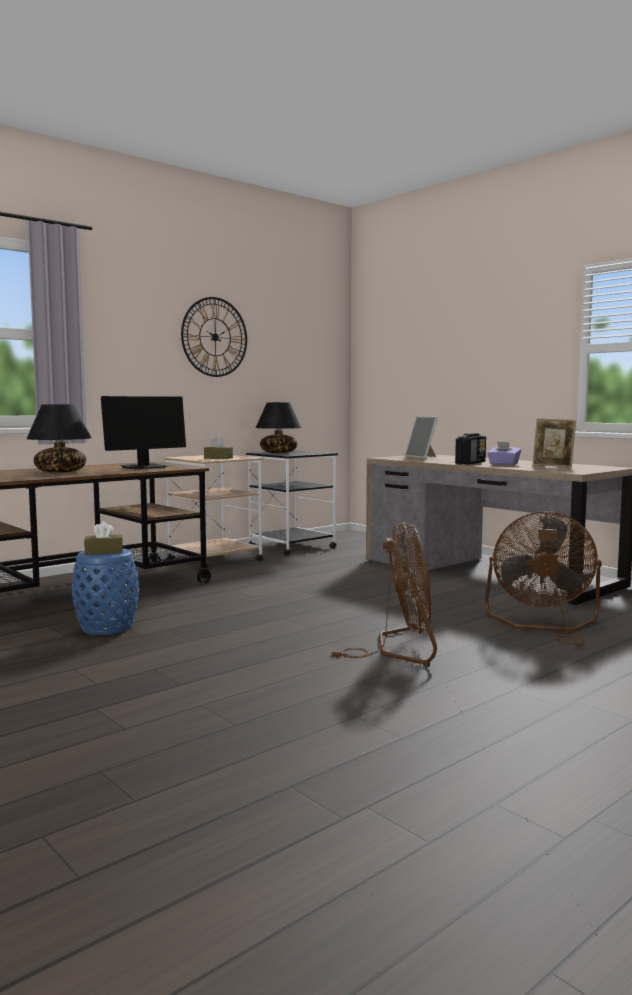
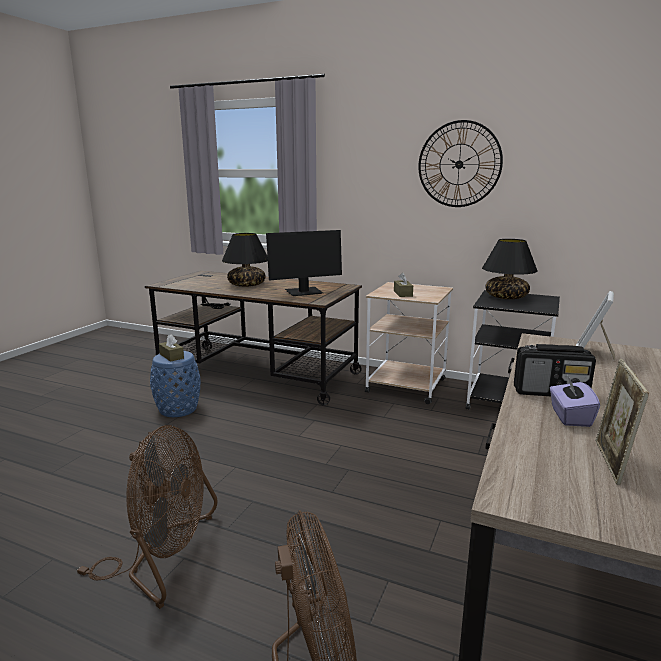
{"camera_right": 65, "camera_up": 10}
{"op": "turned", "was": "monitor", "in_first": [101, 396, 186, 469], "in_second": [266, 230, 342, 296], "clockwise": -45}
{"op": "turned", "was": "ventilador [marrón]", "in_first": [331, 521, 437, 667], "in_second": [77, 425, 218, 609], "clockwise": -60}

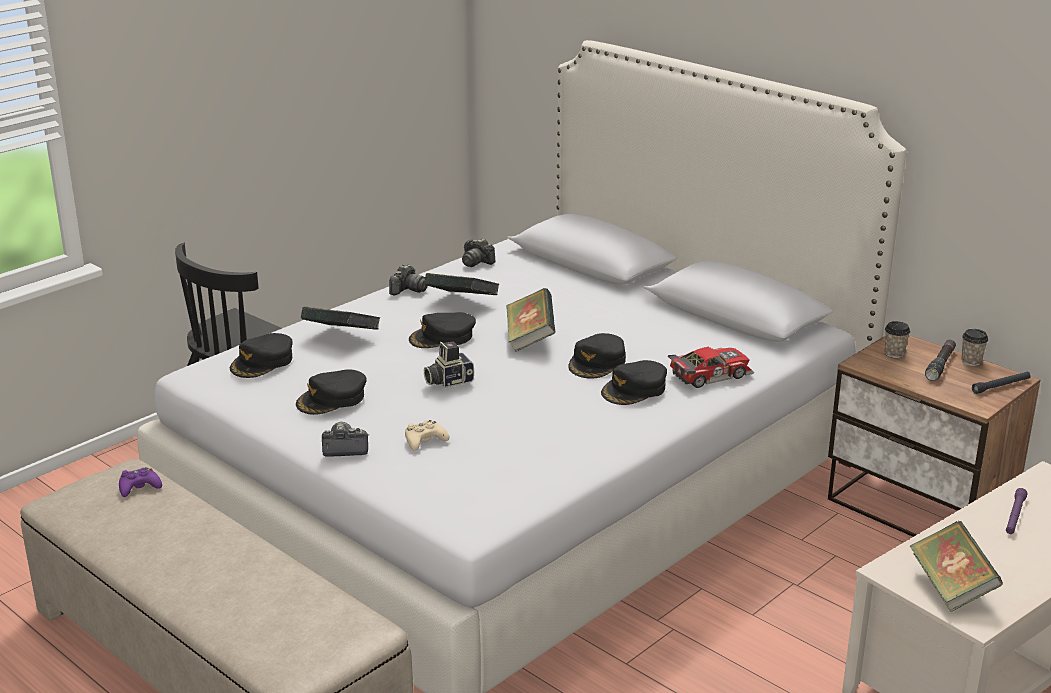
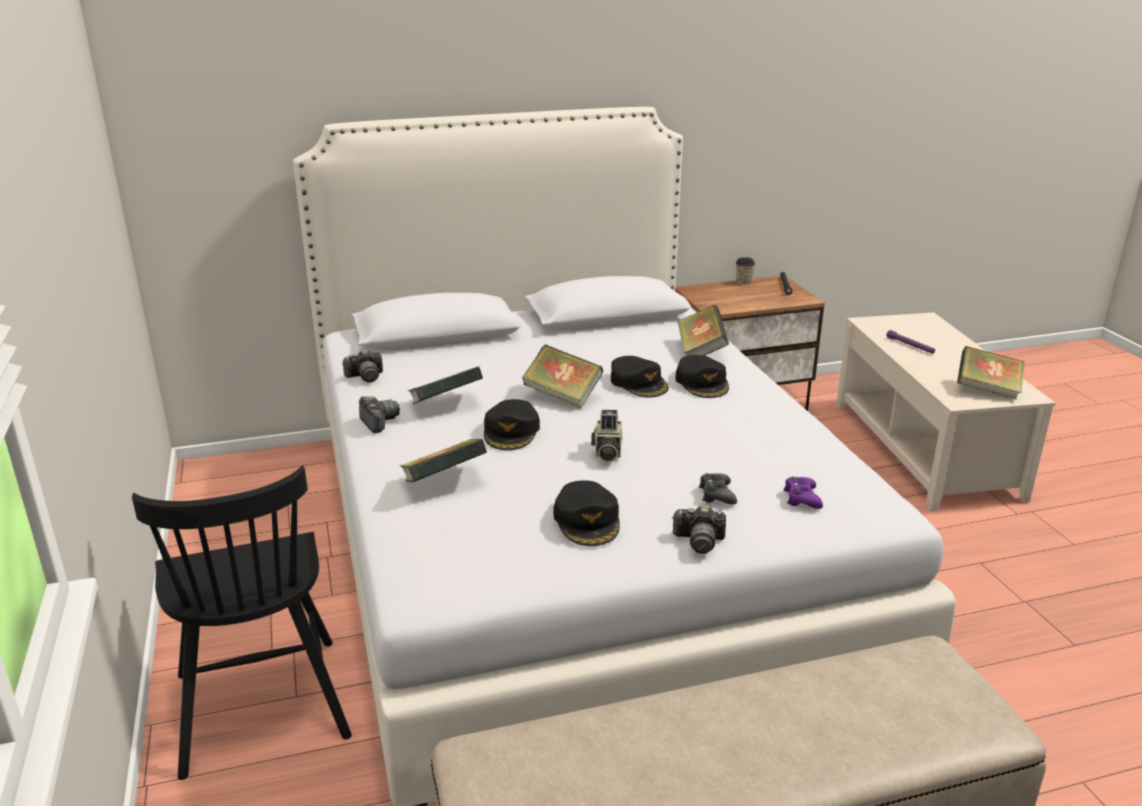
{"camera_right": -60, "camera_up": 0}
{"op": "removed", "was": "gorra [negro]", "in_first": [230, 333, 293, 378]}
{"op": "removed", "was": "taza", "in_first": [885, 321, 910, 358]}
{"op": "removed", "was": "linterna [negro]", "in_first": [925, 339, 956, 381]}
{"op": "moved", "was": "mando de consola [morado]", "in_first": [119, 467, 162, 497], "in_second": [783, 477, 823, 509]}
{"op": "replaced", "was": "coche de juguete", "now": "libro", "in_first": [668, 347, 754, 388], "in_second": [677, 305, 729, 356]}
{"op": "recoloured", "was": "mando de consola [beis]", "now": "mando de consola [negro]", "in_first": [405, 420, 450, 451], "in_second": [699, 473, 737, 505]}
{"op": "turned", "was": "cámara", "in_first": [322, 422, 369, 457], "in_second": [673, 505, 726, 554], "clockwise": -105}

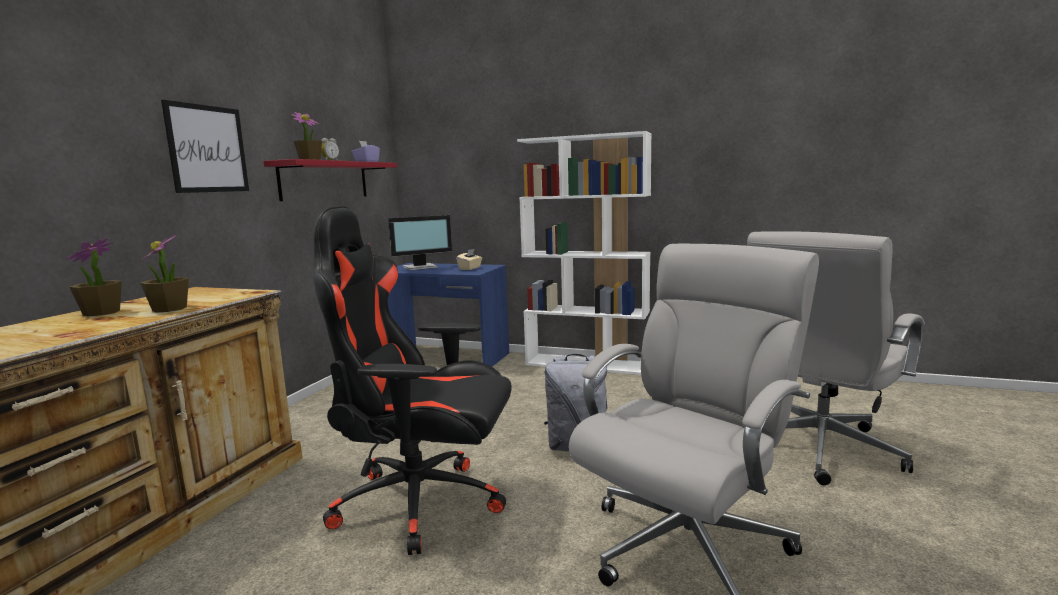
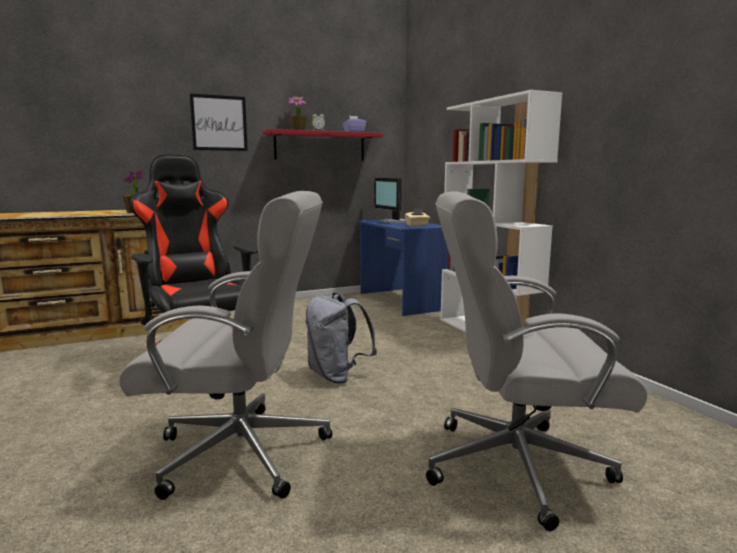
{"camera_right": 45, "camera_up": 0}
{"op": "removed", "was": "planta en maceta", "in_first": [66, 238, 122, 317]}
{"op": "turned", "was": "monitor", "in_first": [388, 215, 452, 270], "in_second": [374, 178, 406, 223], "clockwise": 45}

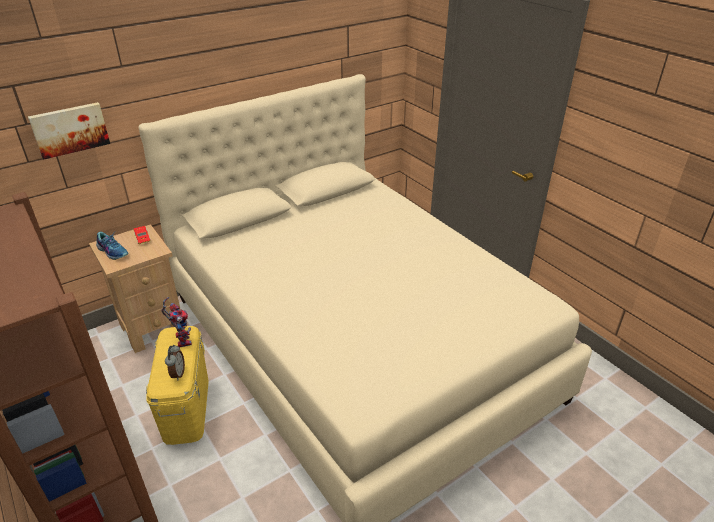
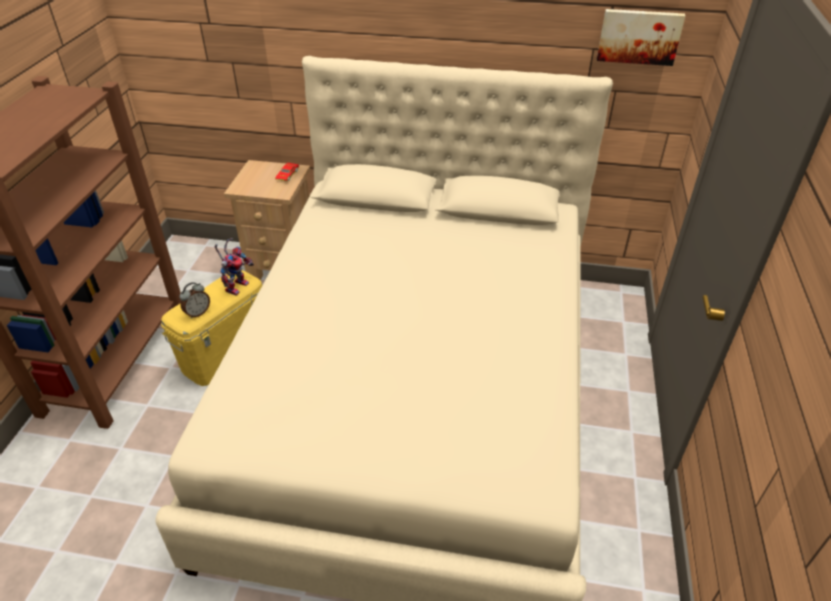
{"camera_right": 45, "camera_up": 5}
{"op": "removed", "was": "zapato", "in_first": [96, 231, 129, 260]}
{"op": "moved", "was": "cuadro", "in_first": [28, 102, 110, 160], "in_second": [597, 9, 685, 66]}

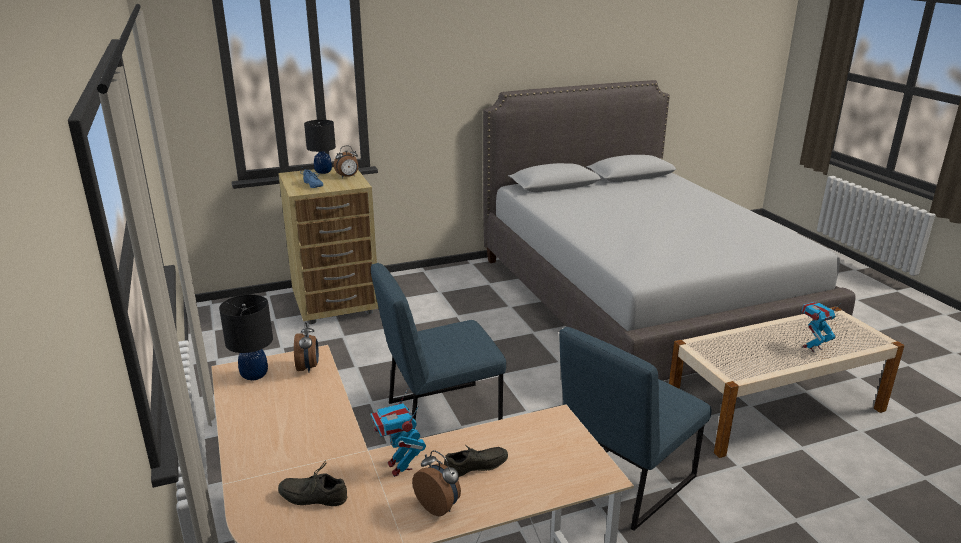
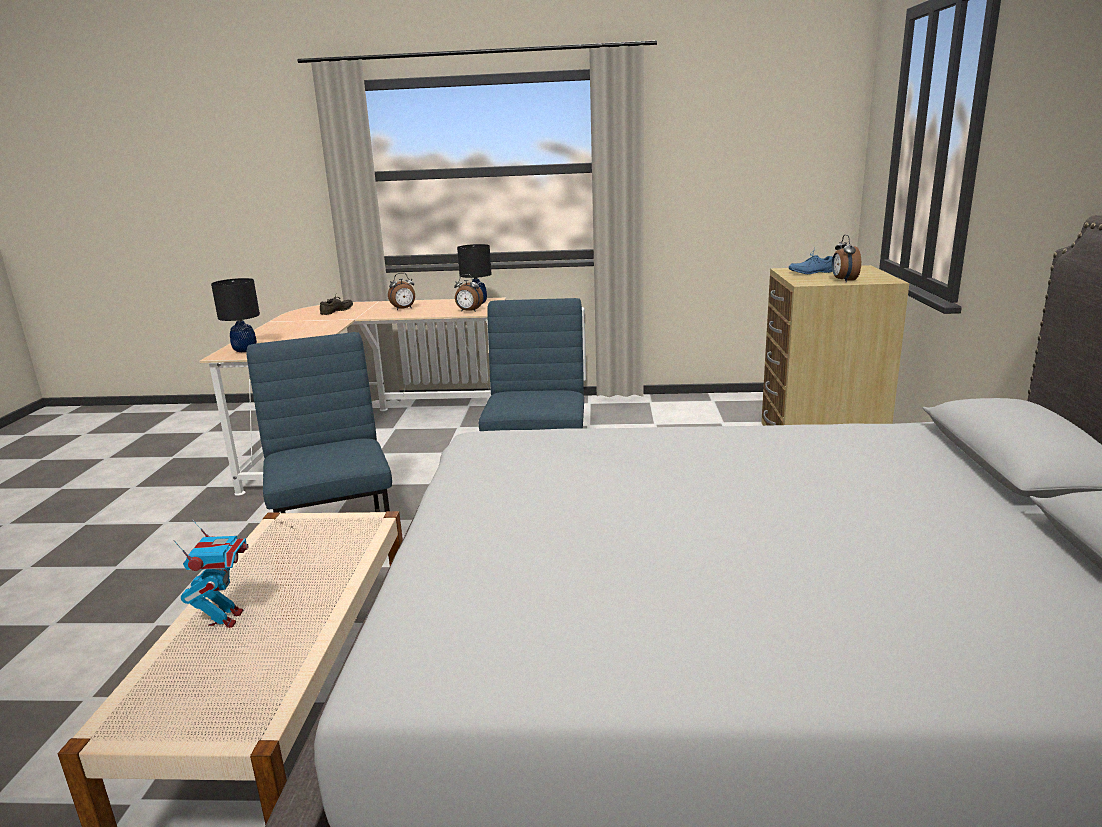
{"camera_right": 115, "camera_up": -5}
{"op": "removed", "was": "robot de juguete", "in_first": [371, 388, 426, 477]}
{"op": "removed", "was": "zapato [gris]", "in_first": [444, 444, 508, 477]}
{"op": "moved", "was": "lámpara de mesa [negro]", "in_first": [304, 120, 336, 174], "in_second": [211, 278, 260, 352]}
{"op": "moved", "was": "despertador", "in_first": [412, 450, 461, 516], "in_second": [388, 273, 415, 310]}

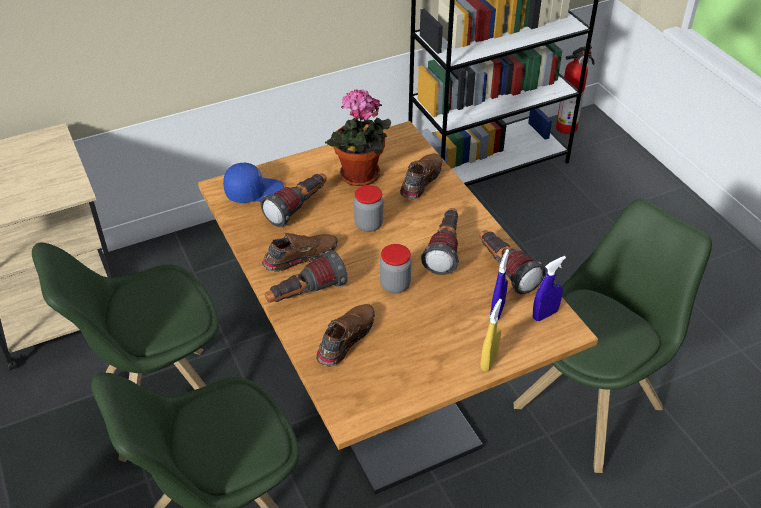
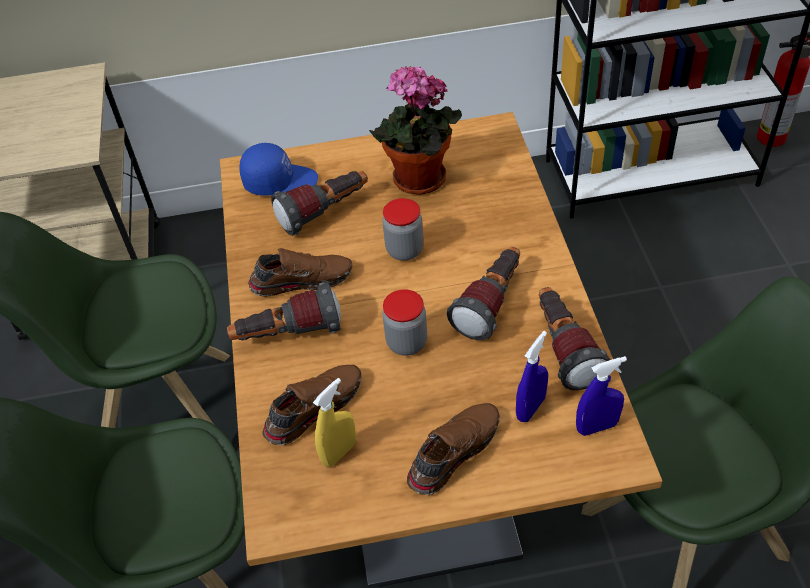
{"camera_right": 20, "camera_up": 5}
{"op": "moved", "was": "zapato [marrón]", "in_first": [400, 153, 443, 199], "in_second": [407, 403, 500, 495]}
{"op": "moved", "was": "pulverizador [amarillo]", "in_first": [480, 299, 502, 372], "in_second": [313, 378, 356, 467]}

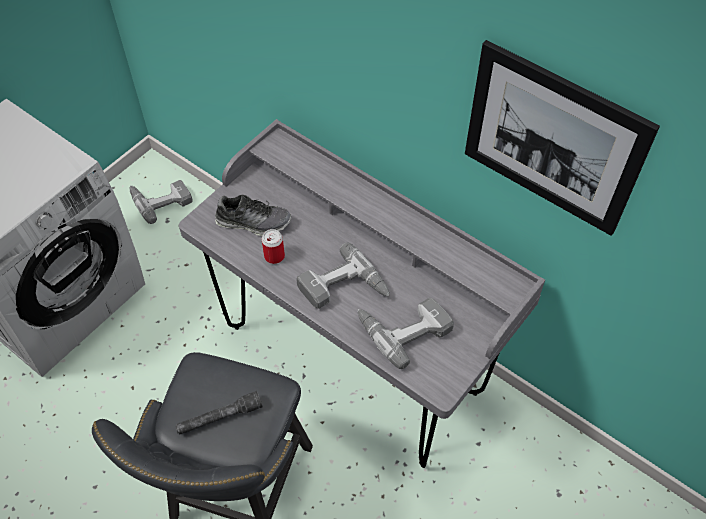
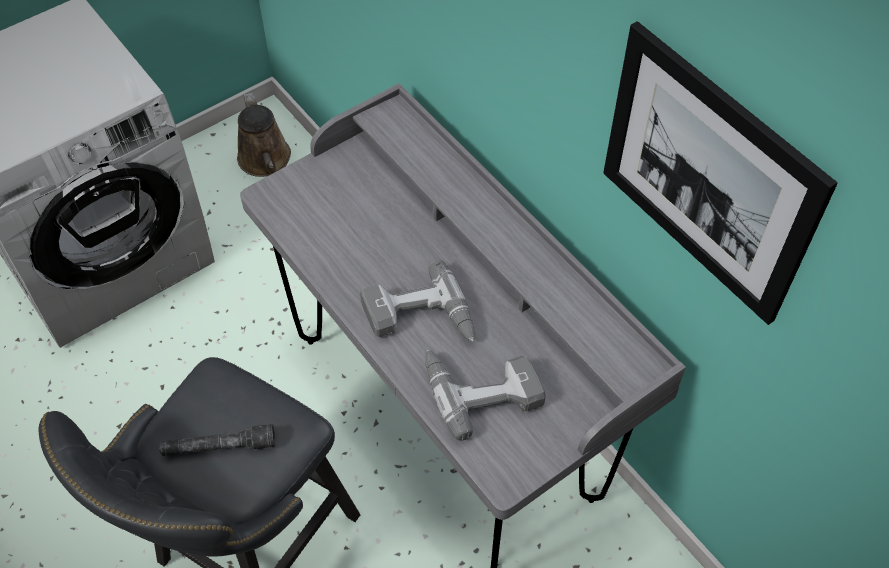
{"camera_right": 15, "camera_up": 0}
{"op": "removed", "was": "zapato", "in_first": [215, 195, 291, 236]}
{"op": "removed", "was": "lata", "in_first": [262, 229, 285, 264]}
{"op": "replaced", "was": "taladro", "now": "regadera [marrón]", "in_first": [130, 180, 193, 224], "in_second": [237, 92, 291, 177]}

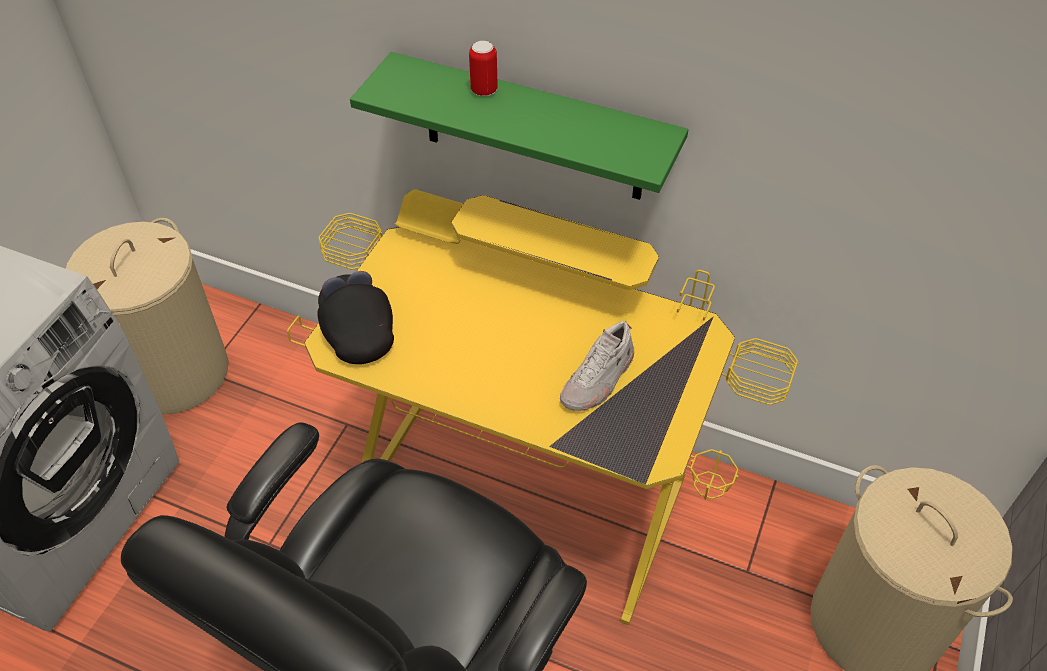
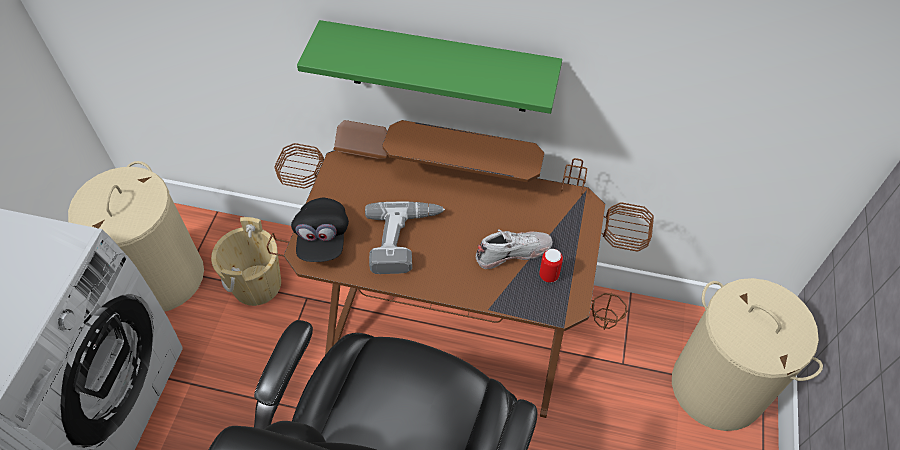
{"camera_right": -10, "camera_up": 5}
{"op": "added", "now": "cubo [beis]", "in_second": [211, 217, 281, 306]}
{"op": "added", "now": "taladro", "in_second": [365, 201, 445, 274]}
{"op": "moved", "was": "lata", "in_first": [469, 41, 498, 96], "in_second": [539, 249, 563, 283]}
{"op": "recoloured", "was": "escritorio [amarillo]", "now": "escritorio [marrón]", "in_first": [287, 189, 798, 625], "in_second": [267, 120, 654, 418]}
{"op": "turned", "was": "gorra [negro]", "in_first": [317, 271, 394, 364], "in_second": [291, 197, 349, 262], "clockwise": -150}
{"op": "turned", "was": "zapato [blanco]", "in_first": [560, 321, 634, 411], "in_second": [476, 229, 552, 269], "clockwise": -135}

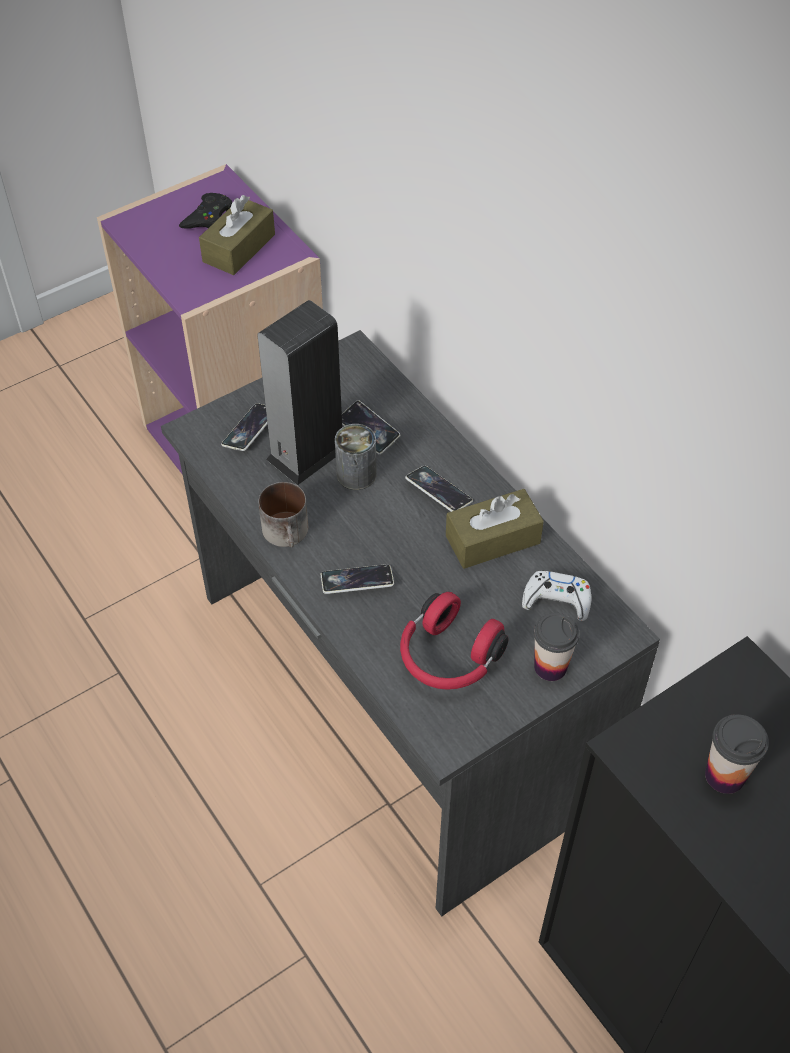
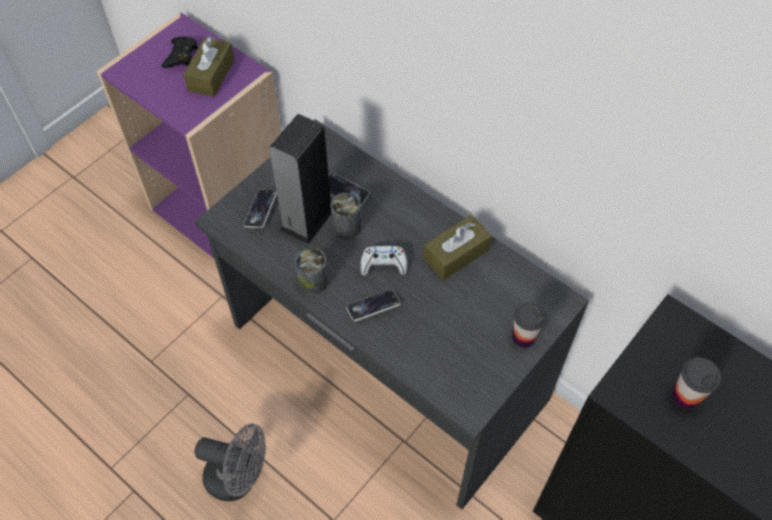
{"camera_right": -15, "camera_up": 5}
{"op": "removed", "was": "auriculares [rojo]", "in_first": [400, 592, 508, 690]}
{"op": "removed", "was": "móvil", "in_first": [405, 466, 473, 512]}
{"op": "added", "now": "ventilador [gris]", "in_second": [195, 424, 266, 501]}
{"op": "moved", "was": "mando de consola [blanco]", "in_first": [522, 570, 592, 621], "in_second": [361, 246, 407, 276]}
{"op": "replaced", "was": "taza grande", "now": "lata", "in_first": [258, 482, 308, 547], "in_second": [295, 248, 329, 295]}

